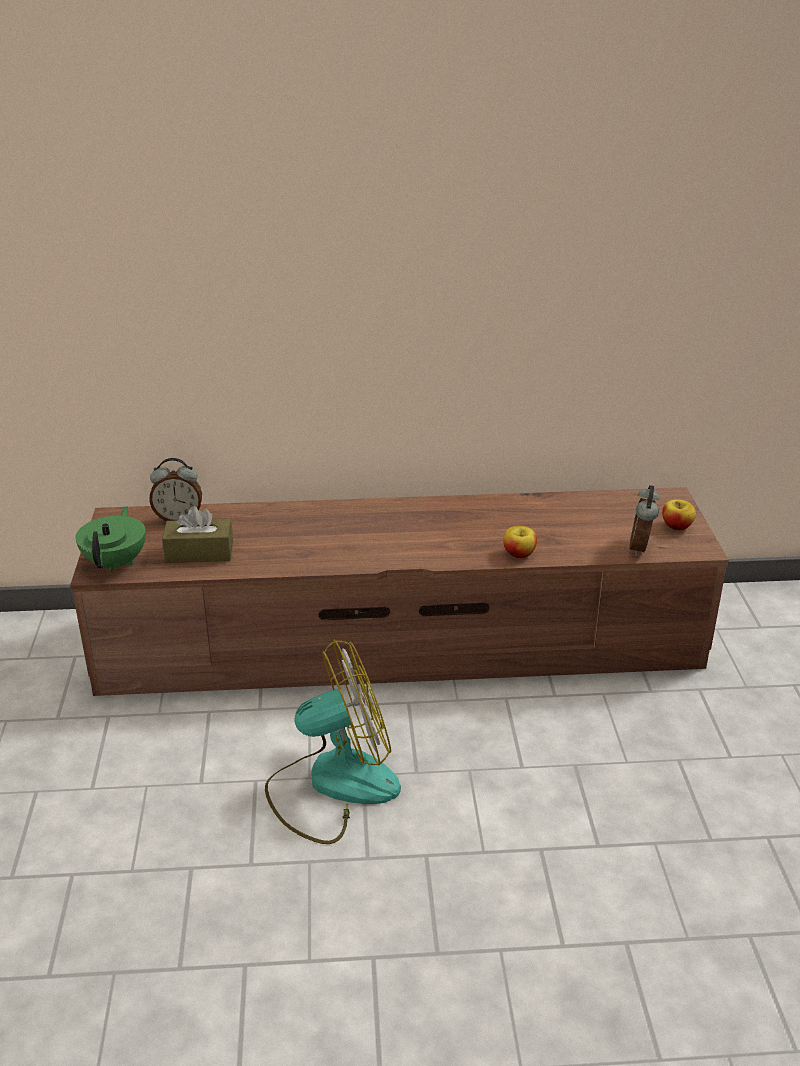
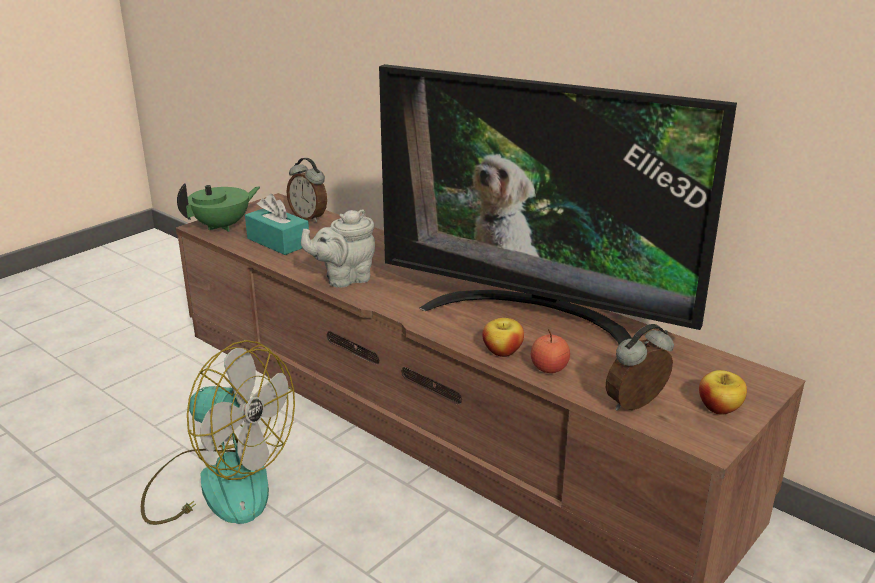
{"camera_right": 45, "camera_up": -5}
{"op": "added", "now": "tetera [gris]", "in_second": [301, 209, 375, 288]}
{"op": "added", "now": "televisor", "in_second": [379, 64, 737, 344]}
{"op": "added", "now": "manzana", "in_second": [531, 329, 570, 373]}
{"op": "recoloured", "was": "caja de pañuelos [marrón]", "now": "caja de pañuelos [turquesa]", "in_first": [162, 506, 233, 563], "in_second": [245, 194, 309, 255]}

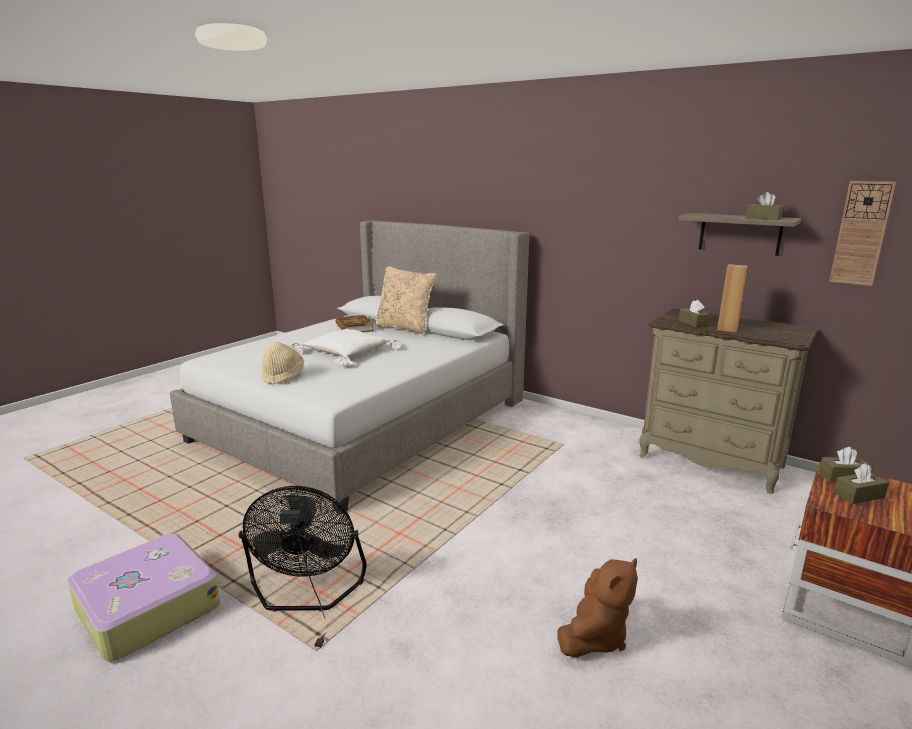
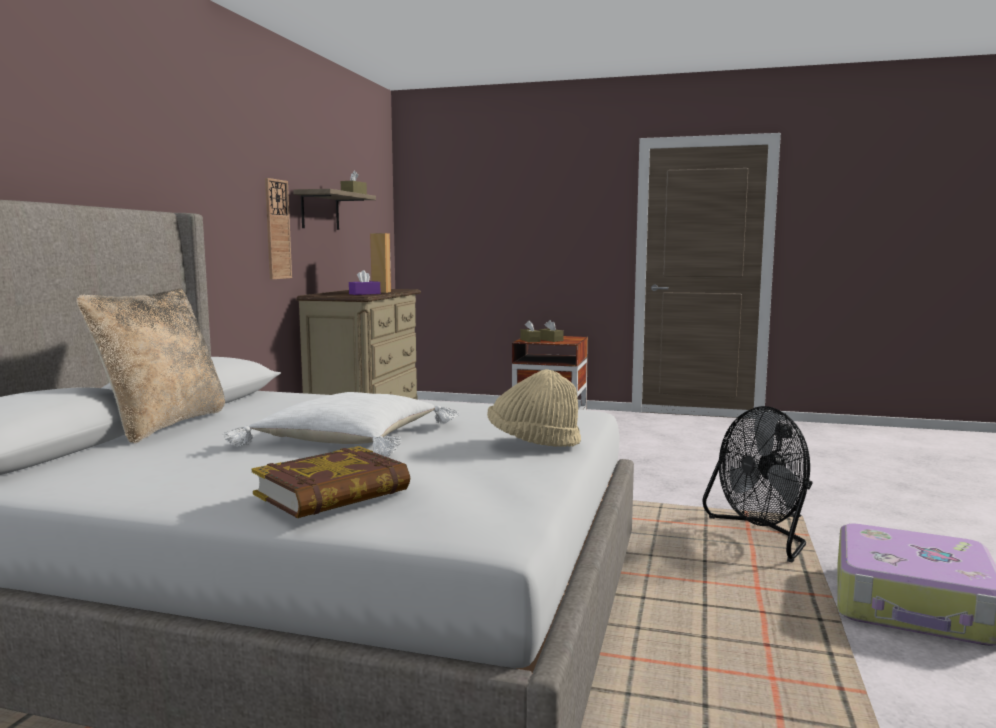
{"camera_right": -110, "camera_up": -10}
{"op": "removed", "was": "peluche [marrón]", "in_first": [557, 558, 638, 658]}
{"op": "moved", "was": "libro", "in_first": [335, 315, 374, 332], "in_second": [252, 446, 410, 518]}
{"op": "moved", "was": "reloj de pared", "in_first": [829, 181, 896, 286], "in_second": [265, 178, 292, 280]}
{"op": "recoloured", "was": "caja de pañuelos [marrón]", "now": "caja de pañuelos [morado]", "in_first": [679, 300, 710, 327], "in_second": [349, 270, 381, 295]}

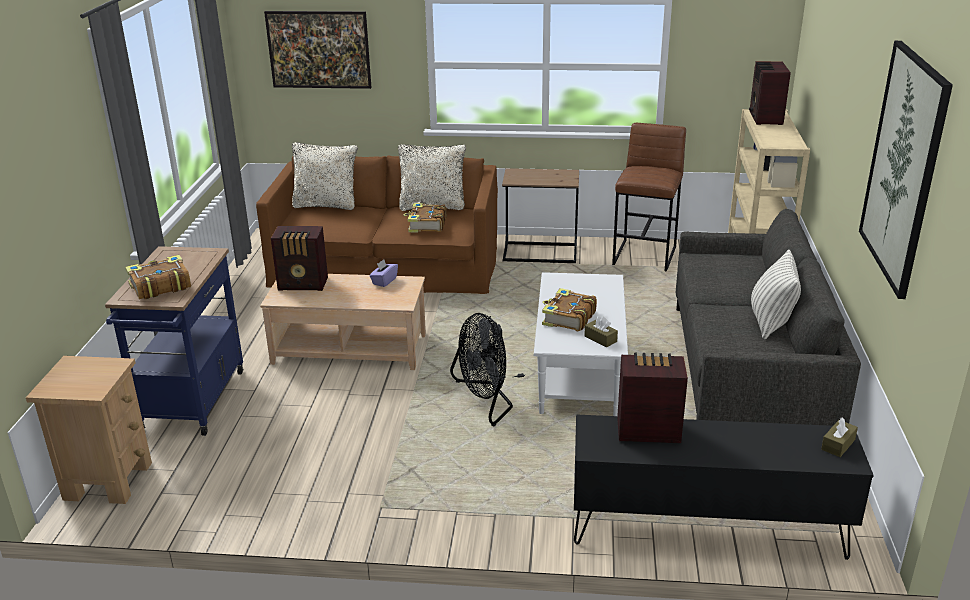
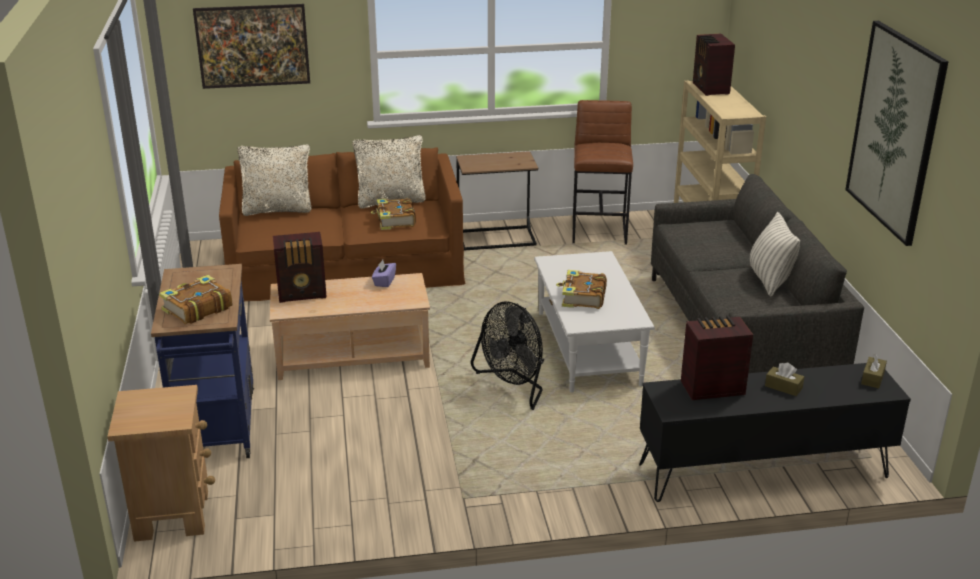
{"camera_right": -15, "camera_up": 0}
{"op": "moved", "was": "caja de pañuelos [marrón]", "in_first": [584, 316, 618, 348], "in_second": [765, 363, 804, 396]}

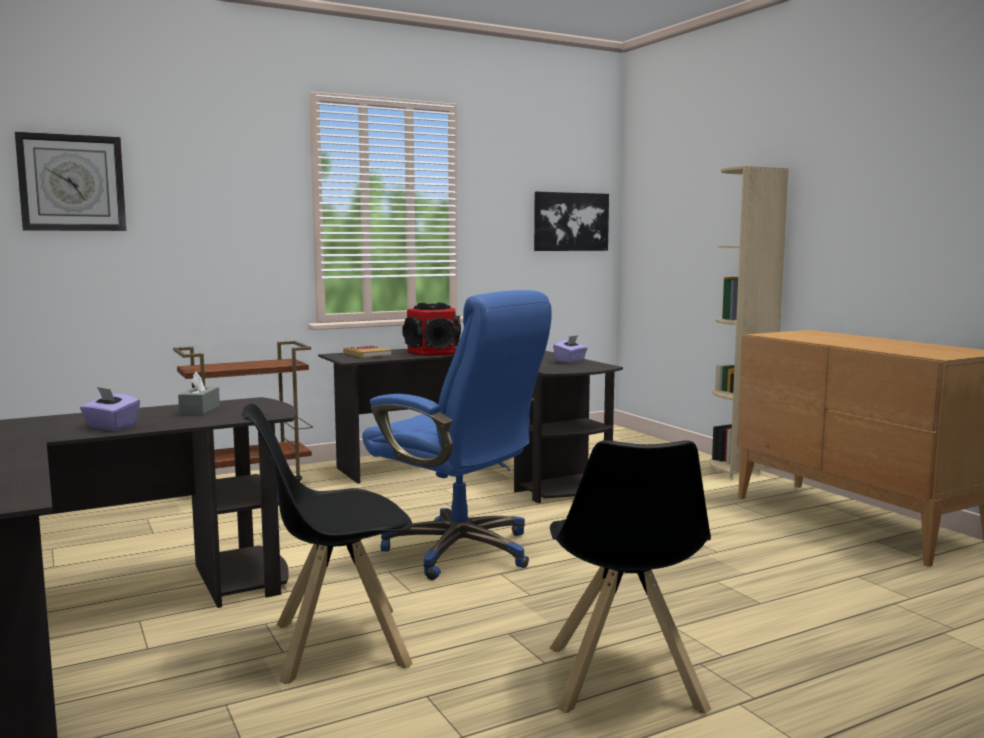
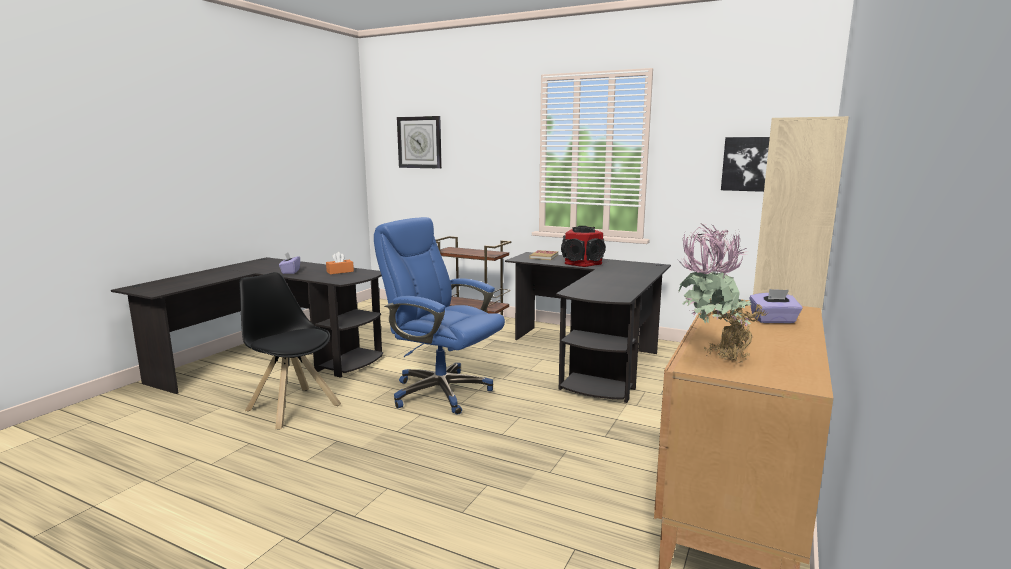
{"camera_right": 55, "camera_up": 5}
{"op": "removed", "was": "silla [negro]", "in_first": [550, 440, 711, 714]}
{"op": "added", "now": "planta en maceta", "in_second": [678, 223, 767, 363]}
{"op": "moved", "was": "caja de pañuelos [morado]", "in_first": [553, 335, 588, 363], "in_second": [750, 289, 803, 323]}
{"op": "recoloured", "was": "caja de pañuelos [gris]", "now": "caja de pañuelos [naranja]", "in_first": [178, 372, 220, 415], "in_second": [326, 252, 354, 274]}
{"op": "turned", "was": "silla de oficina [azul]", "in_first": [362, 290, 552, 581], "in_second": [374, 217, 505, 415], "clockwise": 120}

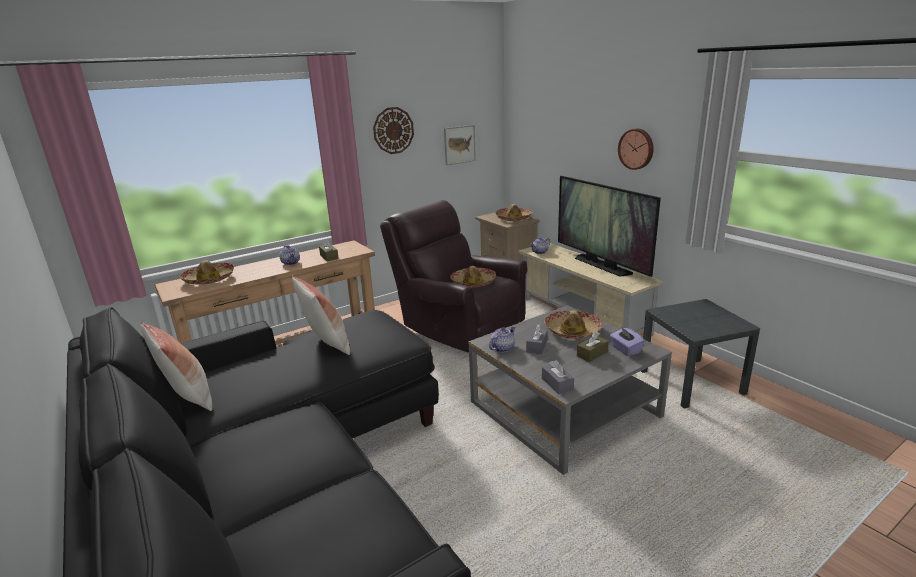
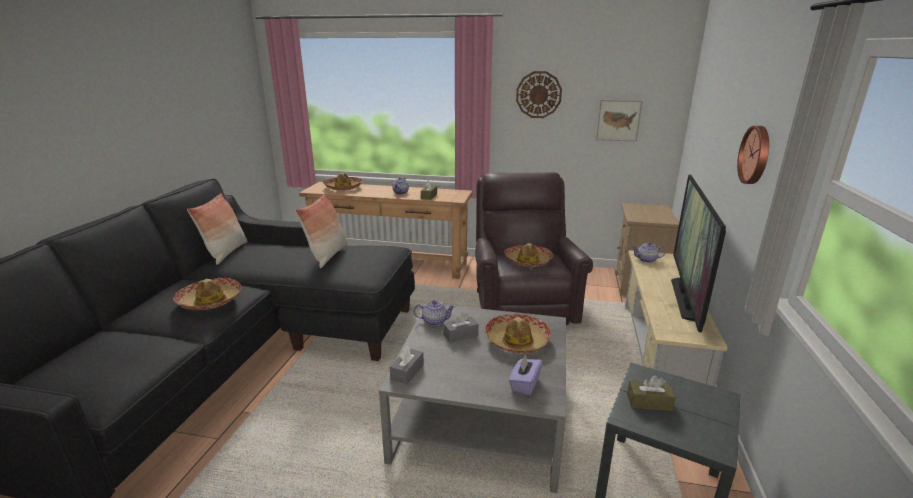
{"camera_right": 45, "camera_up": 0}
{"op": "moved", "was": "sombrero", "in_first": [495, 204, 533, 221], "in_second": [173, 278, 242, 310]}
{"op": "moved", "was": "caja de pañuelos [marrón]", "in_first": [577, 332, 609, 362], "in_second": [627, 376, 676, 411]}

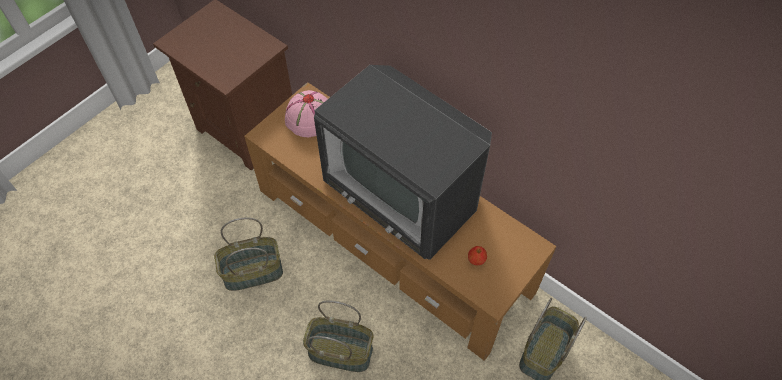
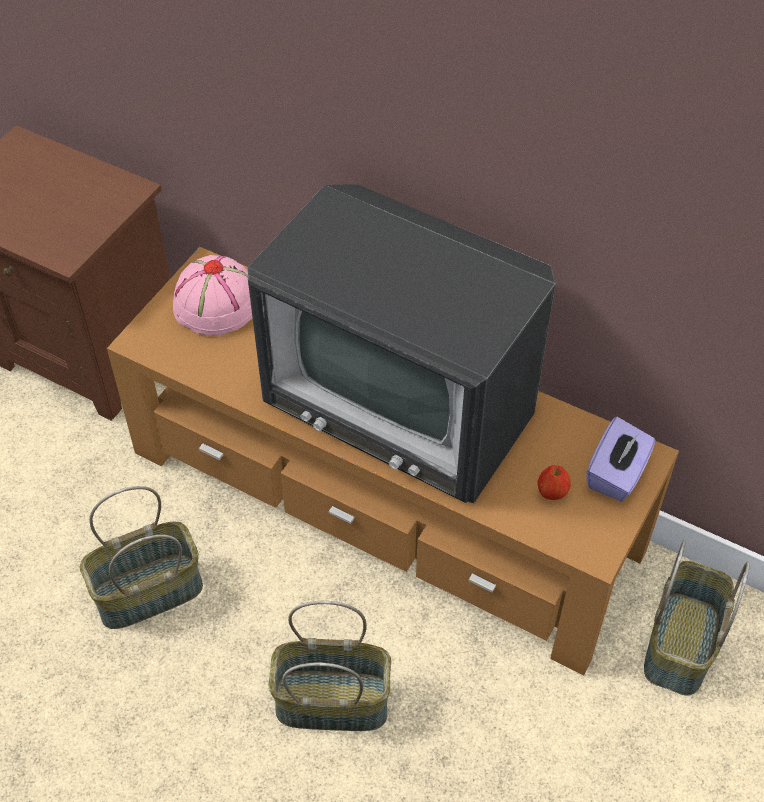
{"camera_right": -10, "camera_up": -5}
{"op": "added", "now": "caja de pañuelos [morado]", "in_second": [586, 417, 655, 501]}

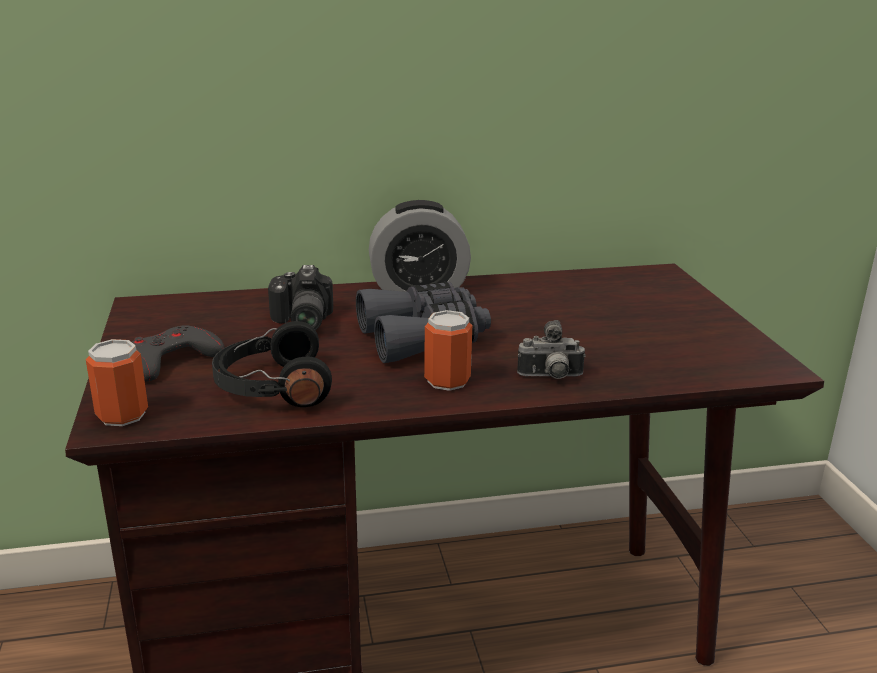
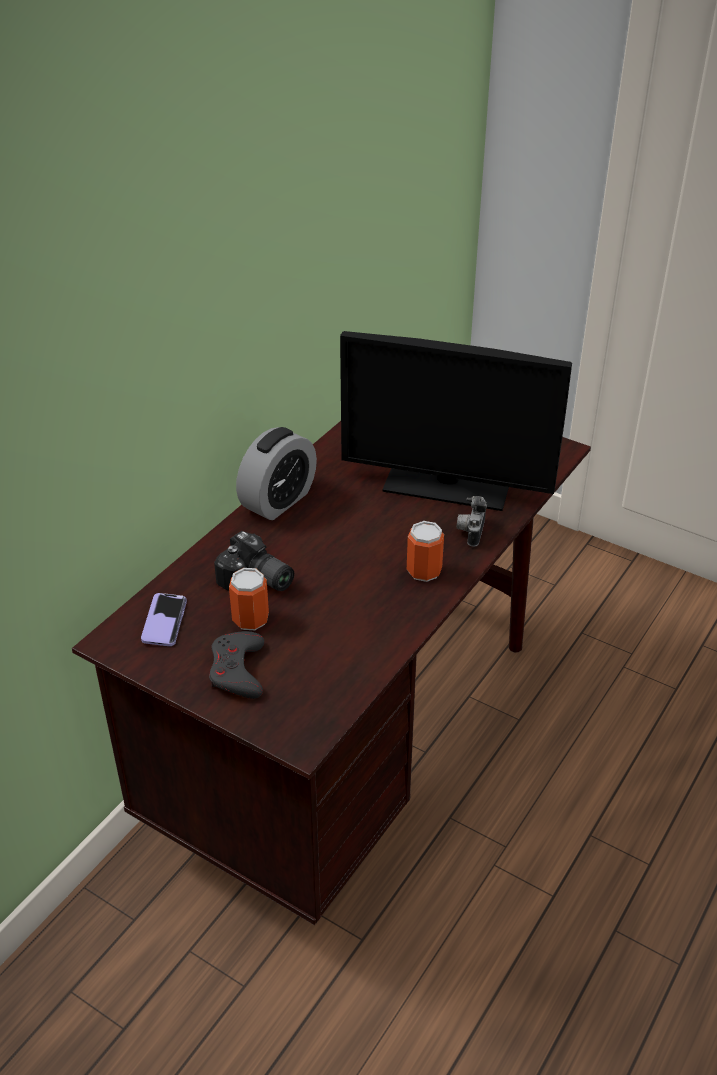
{"camera_right": -45, "camera_up": 15}
{"op": "removed", "was": "auriculares [negro]", "in_first": [212, 321, 332, 407]}
{"op": "removed", "was": "prismáticos [gris]", "in_first": [356, 282, 491, 363]}
{"op": "added", "now": "móvil", "in_second": [141, 593, 187, 646]}
{"op": "added", "now": "monitor", "in_second": [340, 331, 572, 511]}
{"op": "moved", "was": "lata", "in_first": [86, 339, 148, 426], "in_second": [229, 568, 269, 630]}
{"op": "turned", "was": "cámara", "in_first": [517, 320, 586, 379], "in_second": [457, 496, 487, 547], "clockwise": 150}

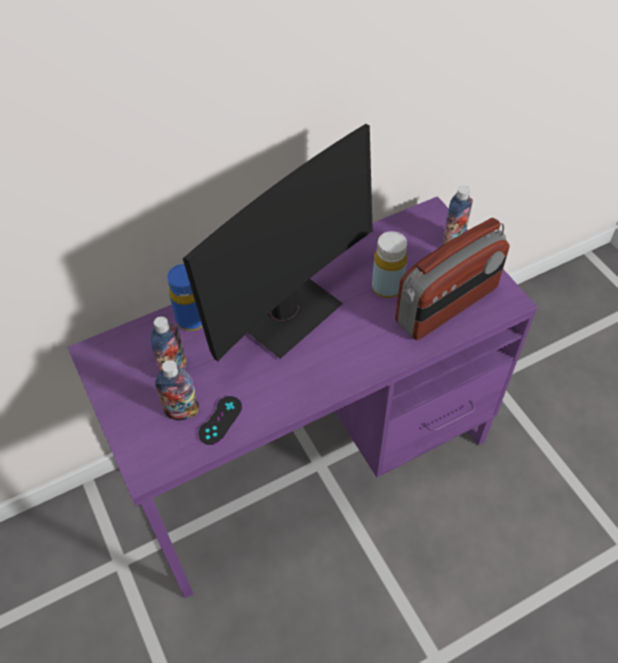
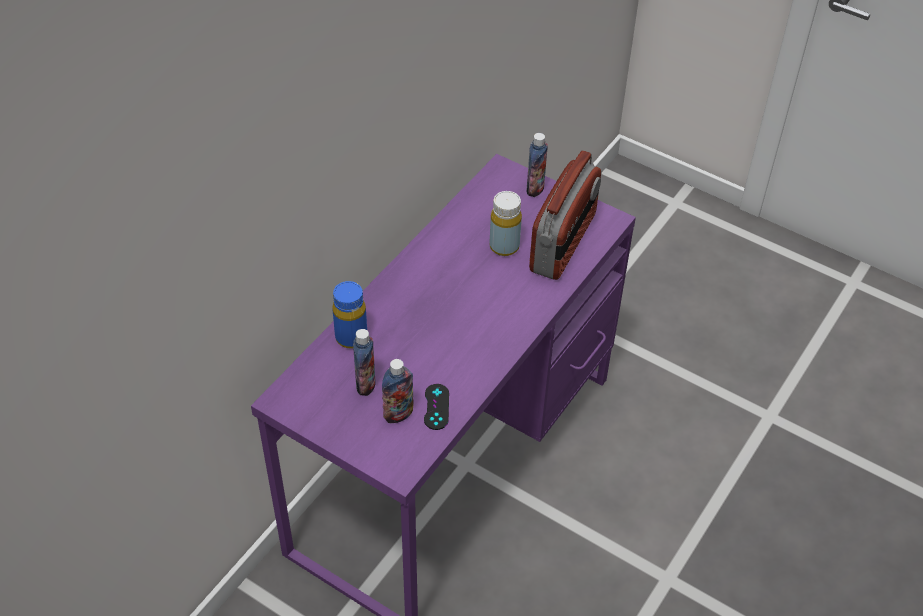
{"camera_right": -30, "camera_up": -5}
{"op": "removed", "was": "monitor", "in_first": [183, 124, 373, 361]}

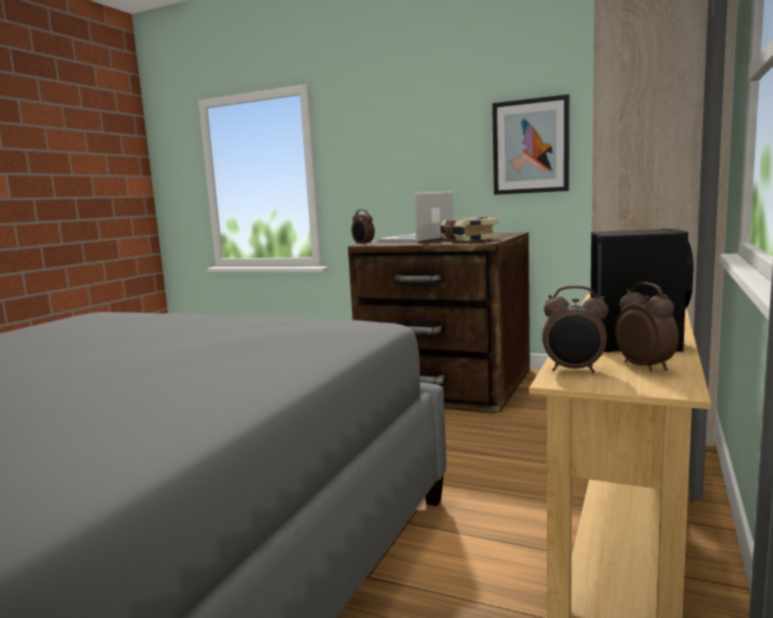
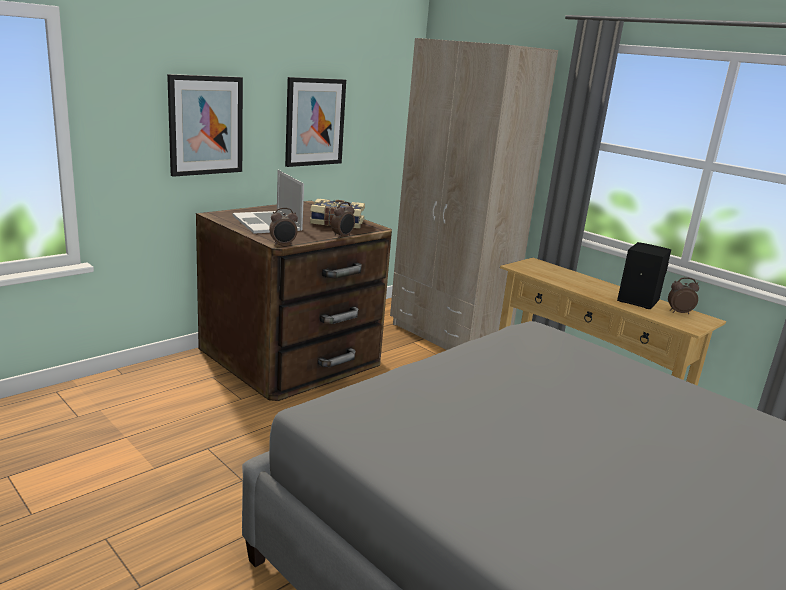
{"camera_right": -70, "camera_up": 10}
{"op": "added", "now": "cuadro", "in_second": [167, 74, 243, 177]}
{"op": "moved", "was": "despertador", "in_first": [542, 286, 609, 373], "in_second": [331, 202, 355, 238]}

